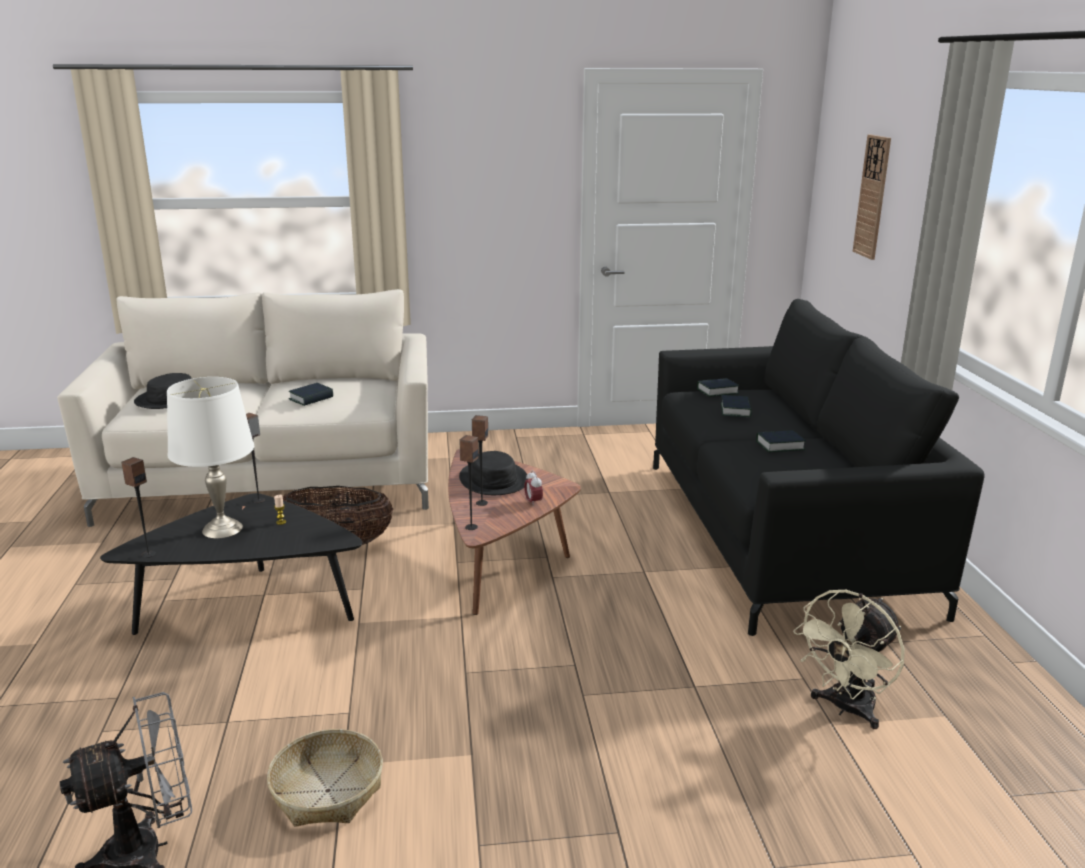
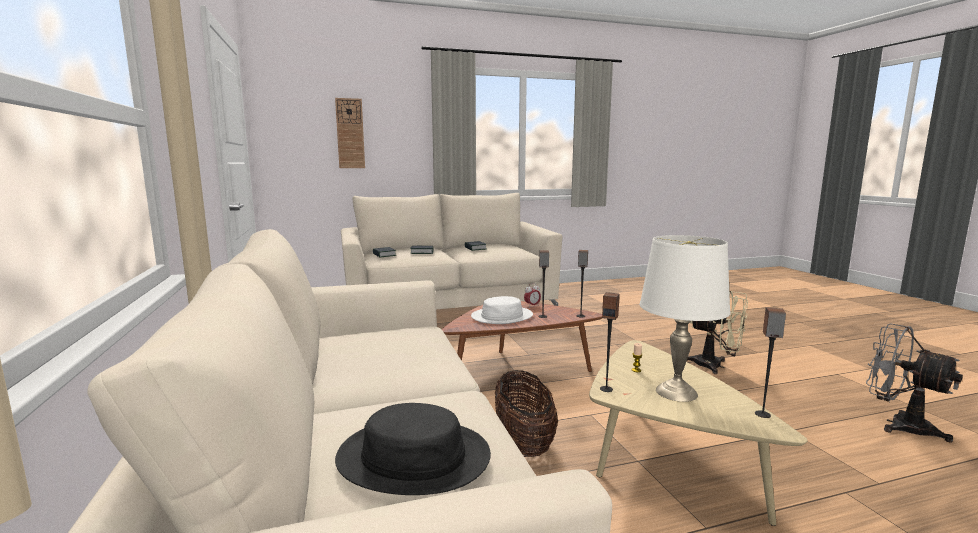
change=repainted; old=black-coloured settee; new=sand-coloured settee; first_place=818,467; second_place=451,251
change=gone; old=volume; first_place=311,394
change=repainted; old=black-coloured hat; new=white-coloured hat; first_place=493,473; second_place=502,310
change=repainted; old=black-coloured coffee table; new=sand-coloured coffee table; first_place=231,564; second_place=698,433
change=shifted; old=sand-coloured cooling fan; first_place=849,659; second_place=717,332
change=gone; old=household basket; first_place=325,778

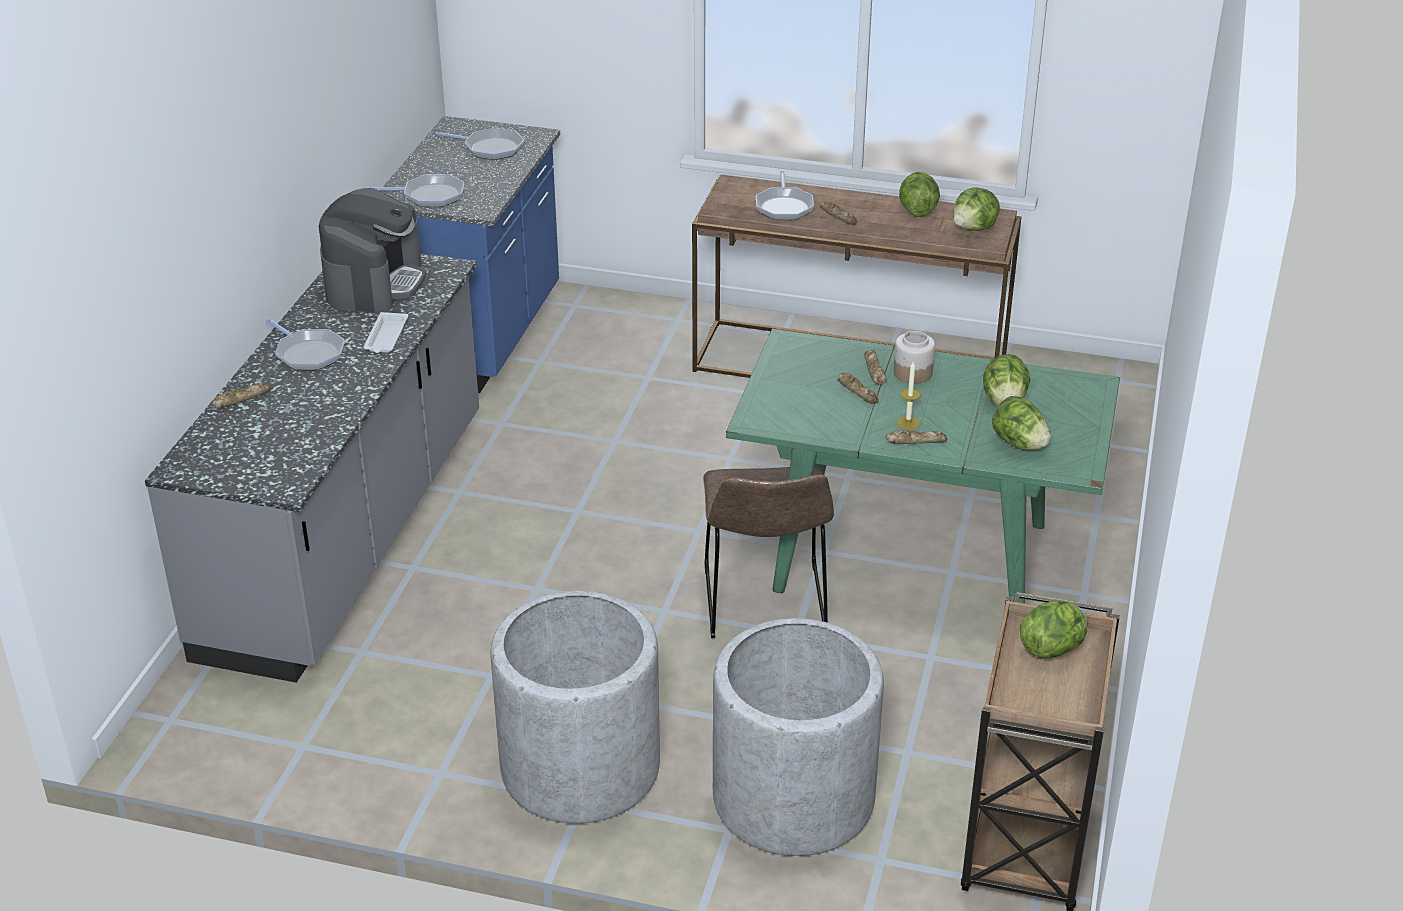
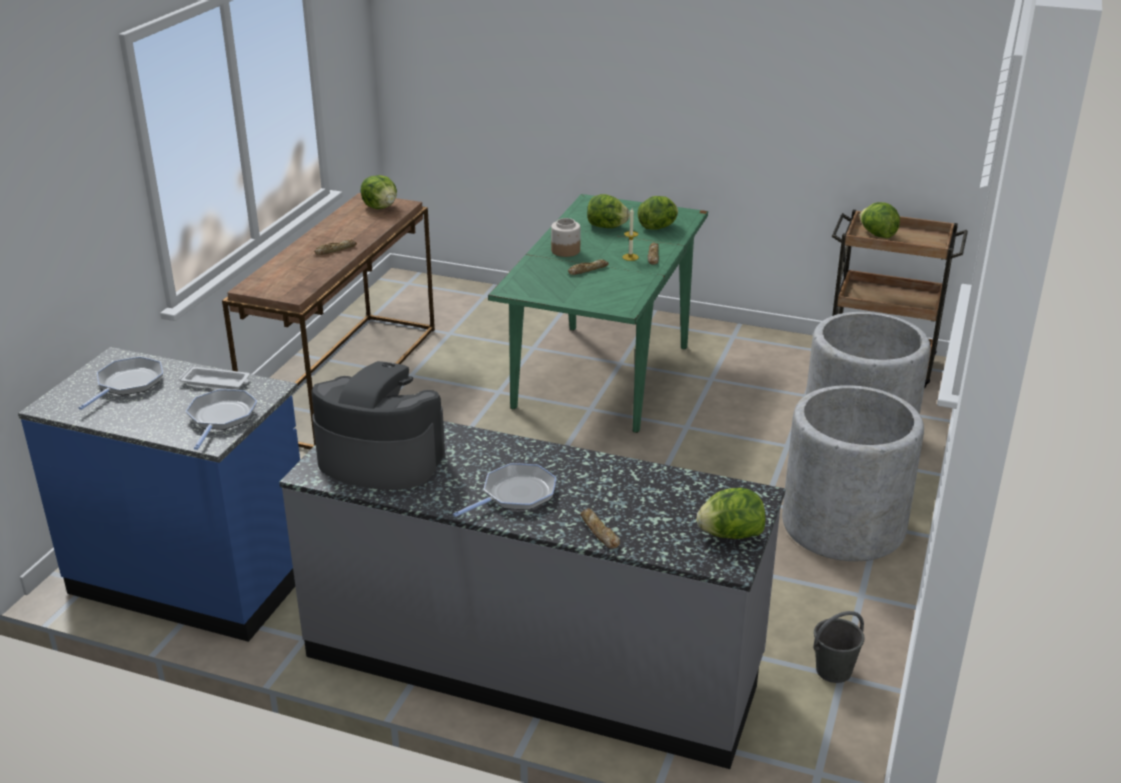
change=gone; old=pan; first_place=785,195
change=shifted; old=head of lettuce; first_place=919,194; second_place=731,513
change=shifted; old=white-coloured tray; first_place=386,332; second_place=214,378
change=gone; old=baked bread; first_place=875,367
change=gone; old=brownish chair; first_place=768,552
change=new; new=gray bucket; second_place=839,647

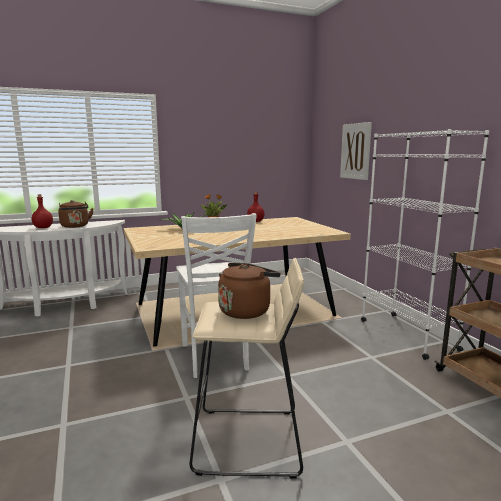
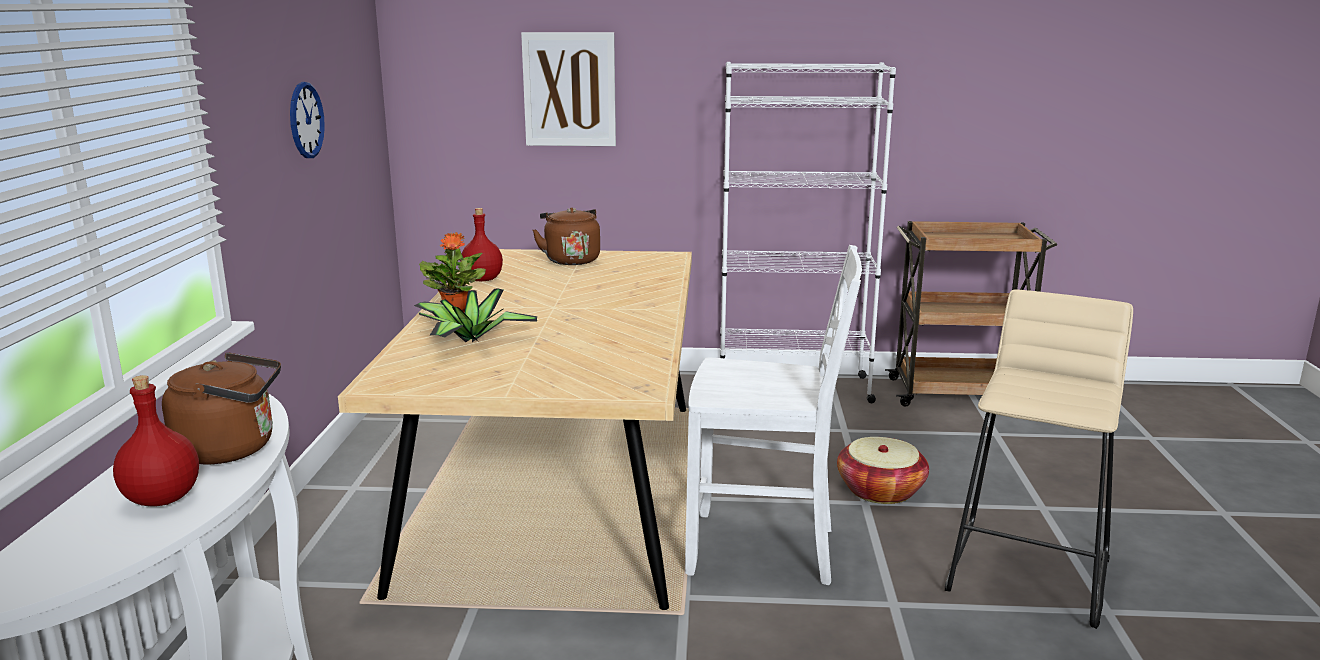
change=shifted; old=brownish kettle; first_place=249,290; second_place=566,236
change=new; new=hanging clock; second_place=307,120
change=new; new=household basket; second_place=883,470

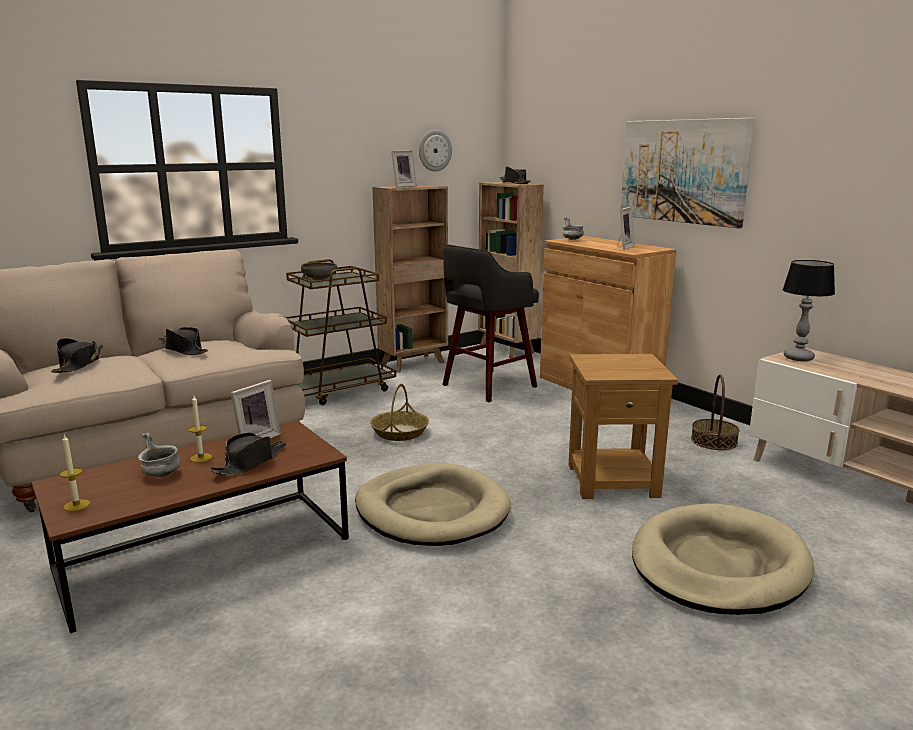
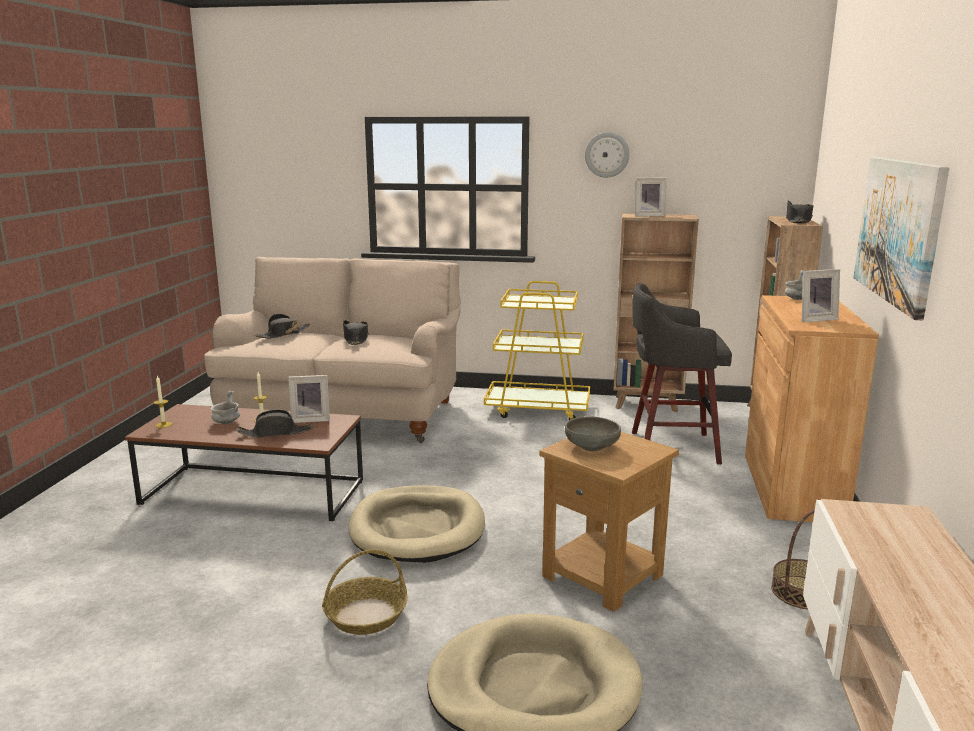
change=shifted; old=hanging clock; first_place=435,151; second_place=607,155
change=repainted; old=brownish wheeled cart; new=yellow-coloured wheeled cart; first_place=341,332; second_place=537,350
change=gone; old=lamp for a table; first_place=809,310
change=shifted; old=gray deep dish; first_place=319,271; second_place=593,433
change=shifted; old=household basket; first_place=399,412; second_place=365,592

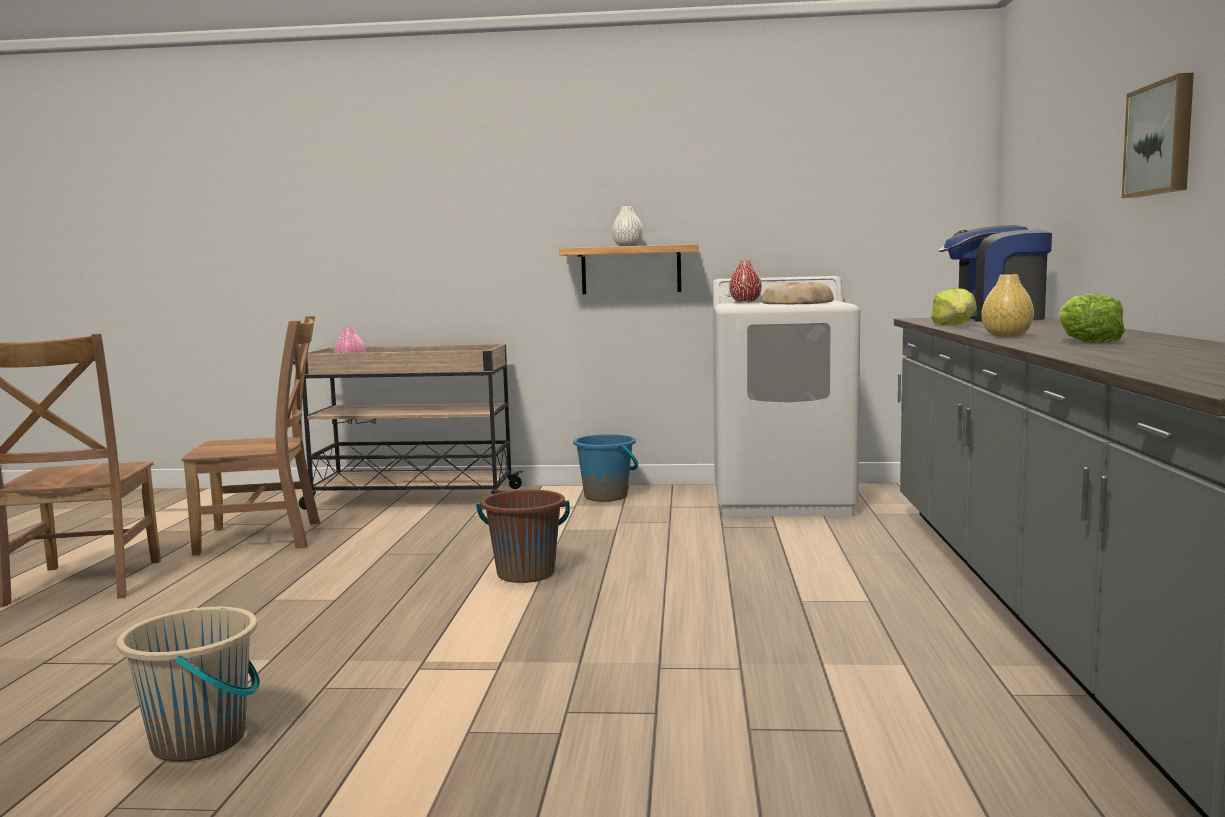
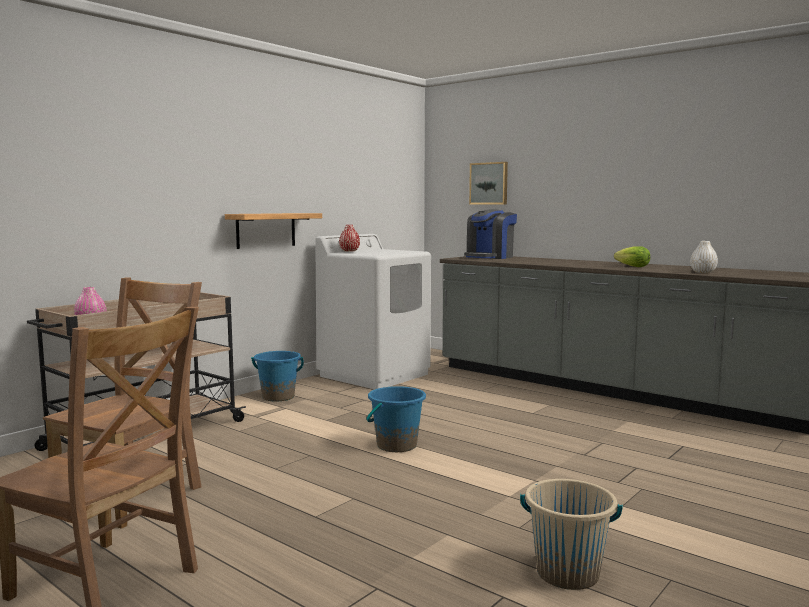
change=shifted; old=wall art; first_place=1158,135; second_place=488,183
change=shifted; old=white-coloured decorative vase; first_place=627,226; second_place=704,257
change=gone; old=yellow-coloured decorative vase; first_place=1007,305
change=gone; old=baked bread; first_place=798,293
change=gone; old=head of lettuce; first_place=954,306
change=repainted; old=brownish bucket; new=bluish bucket; first_place=523,536; second_place=396,419

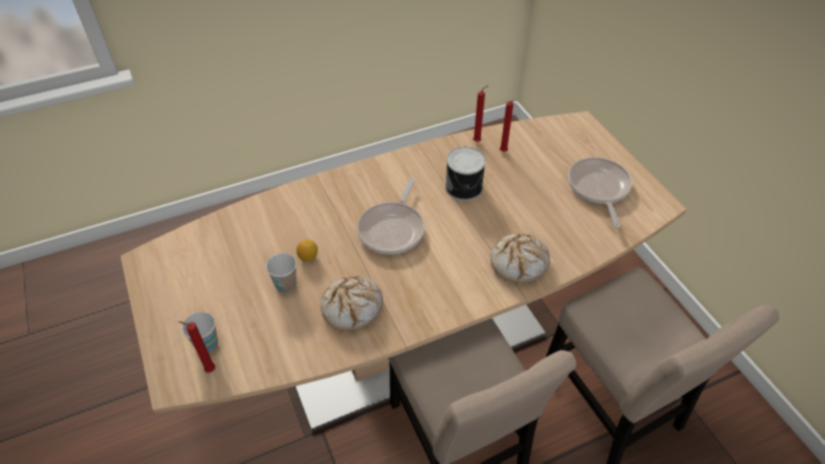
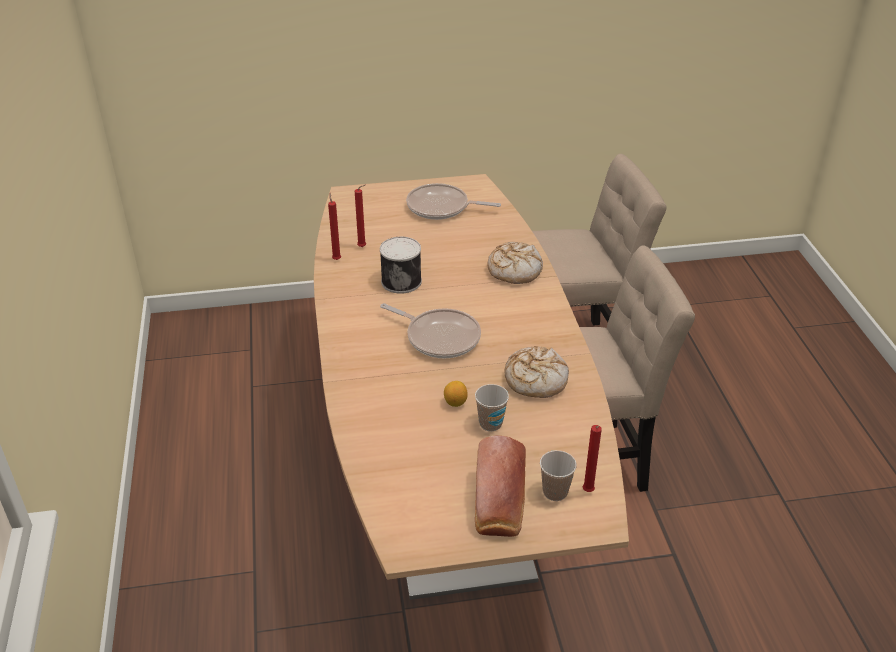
change=new; new=baked bread; second_place=500,486

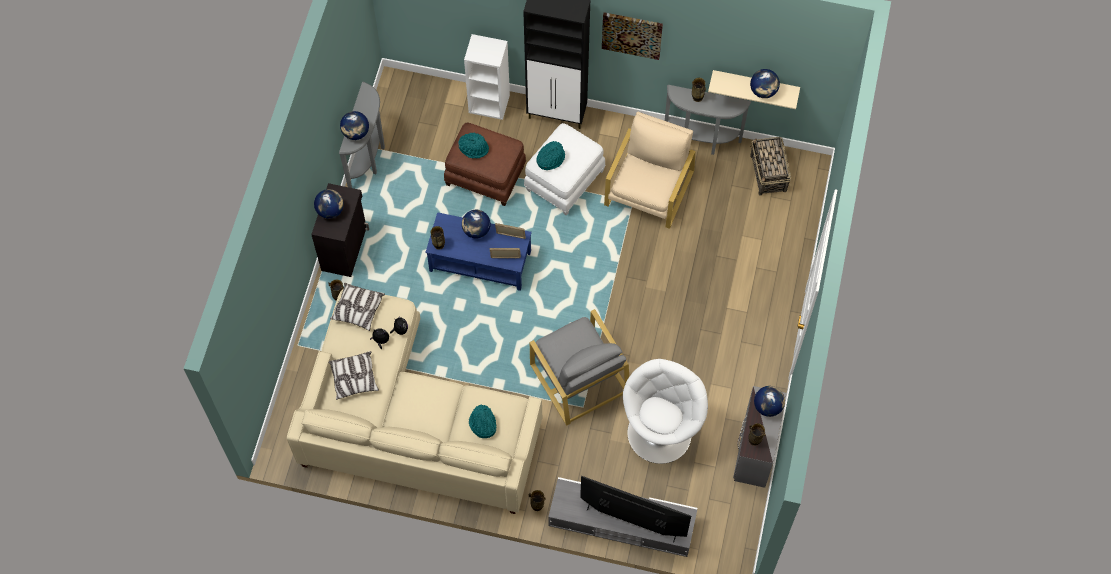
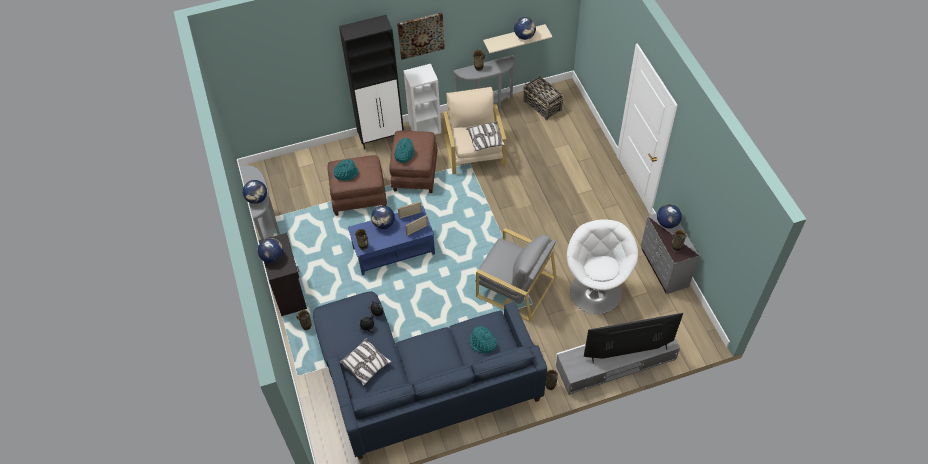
change=shifted; old=white-coloured bookcase; first_place=487,77; second_place=422,99
change=repainted; old=white-coloured footrest; new=brownish footrest; first_place=564,169; second_place=413,162
change=shifted; old=cushion; first_place=357,307; second_place=486,136
change=repainted; old=sand-coloured settee; new=bluish settee; first_place=414,401; second_place=430,375

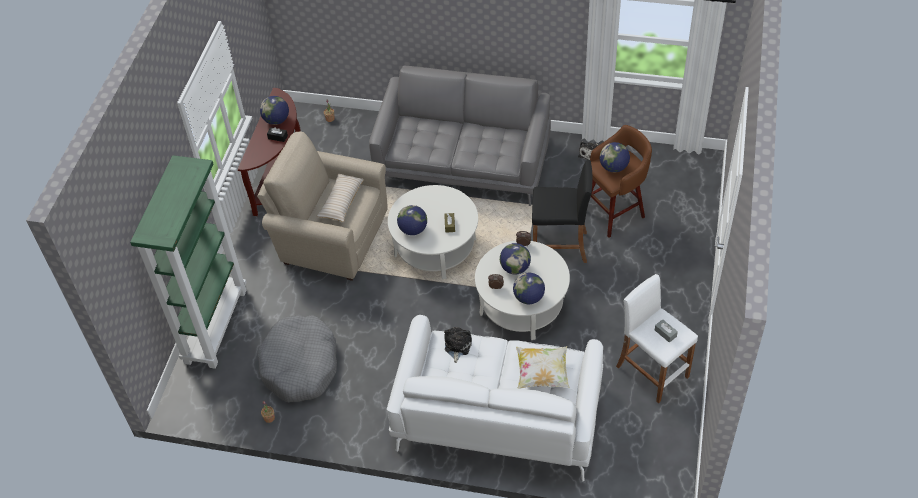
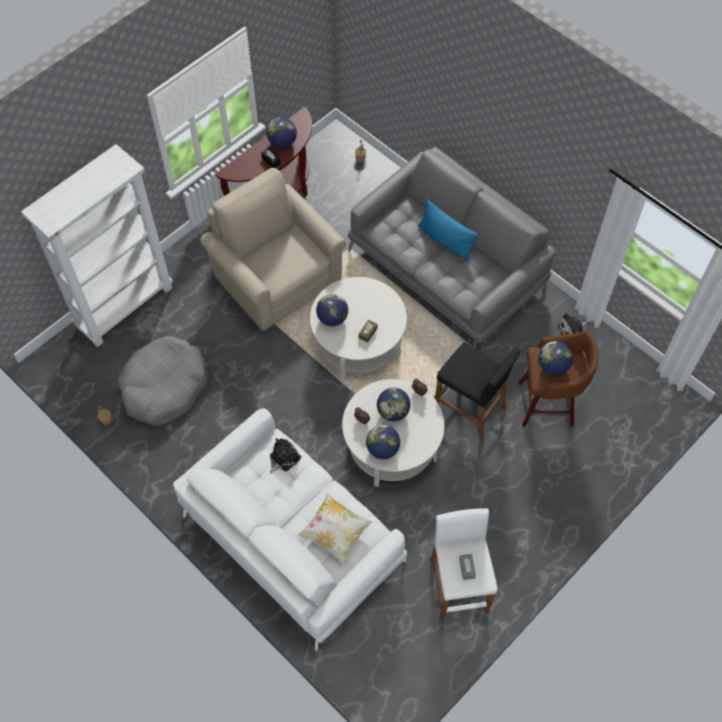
change=repainted; old=green bookcase; new=white-coloured bookcase; first_place=188,262; second_place=97,245
change=gone; old=sand-coloured cushion; first_place=340,198
change=new; new=bluish cushion; second_place=448,230

